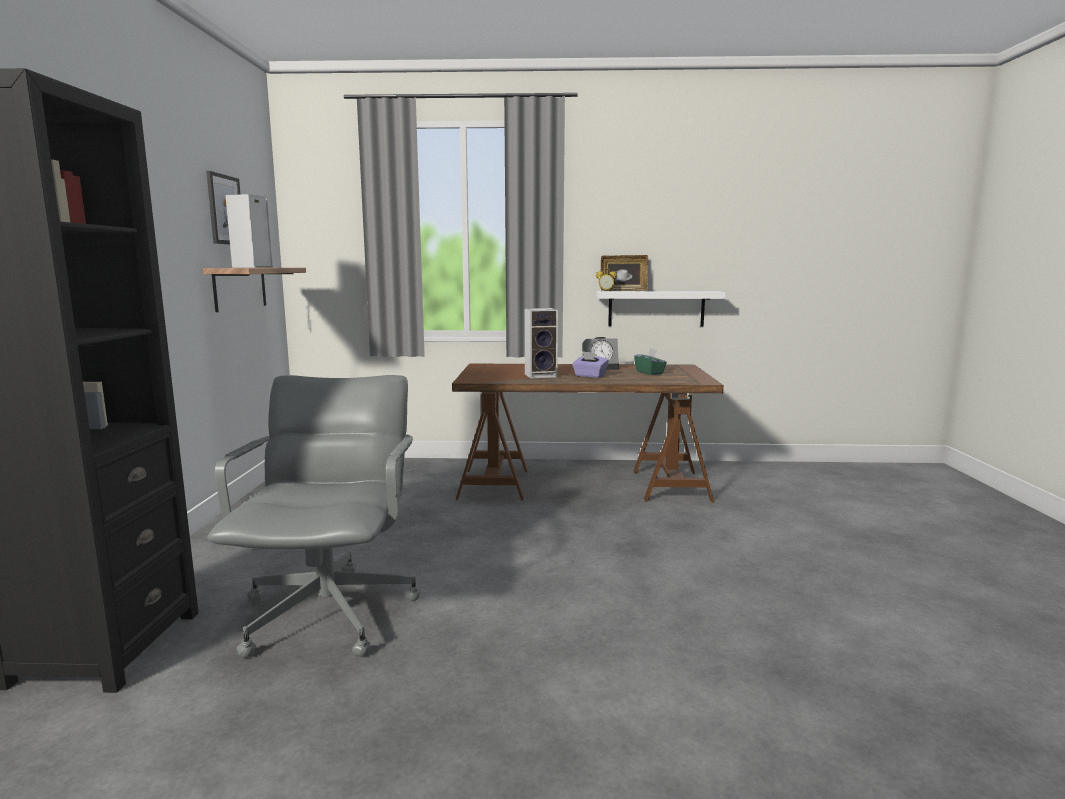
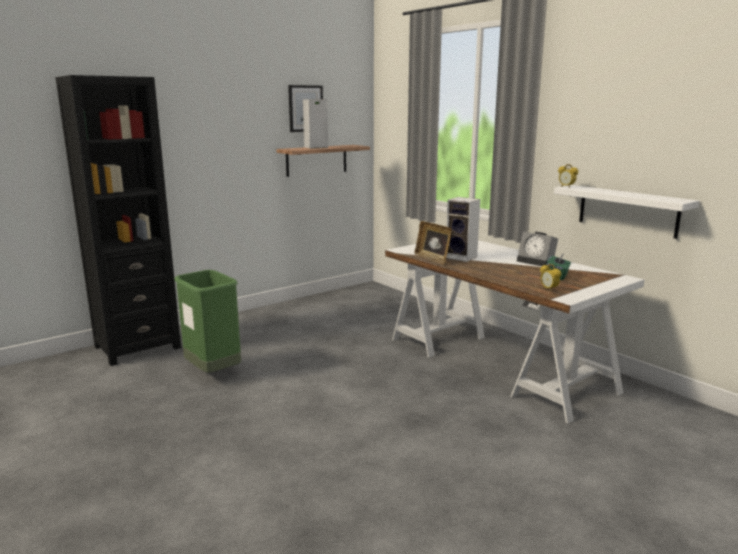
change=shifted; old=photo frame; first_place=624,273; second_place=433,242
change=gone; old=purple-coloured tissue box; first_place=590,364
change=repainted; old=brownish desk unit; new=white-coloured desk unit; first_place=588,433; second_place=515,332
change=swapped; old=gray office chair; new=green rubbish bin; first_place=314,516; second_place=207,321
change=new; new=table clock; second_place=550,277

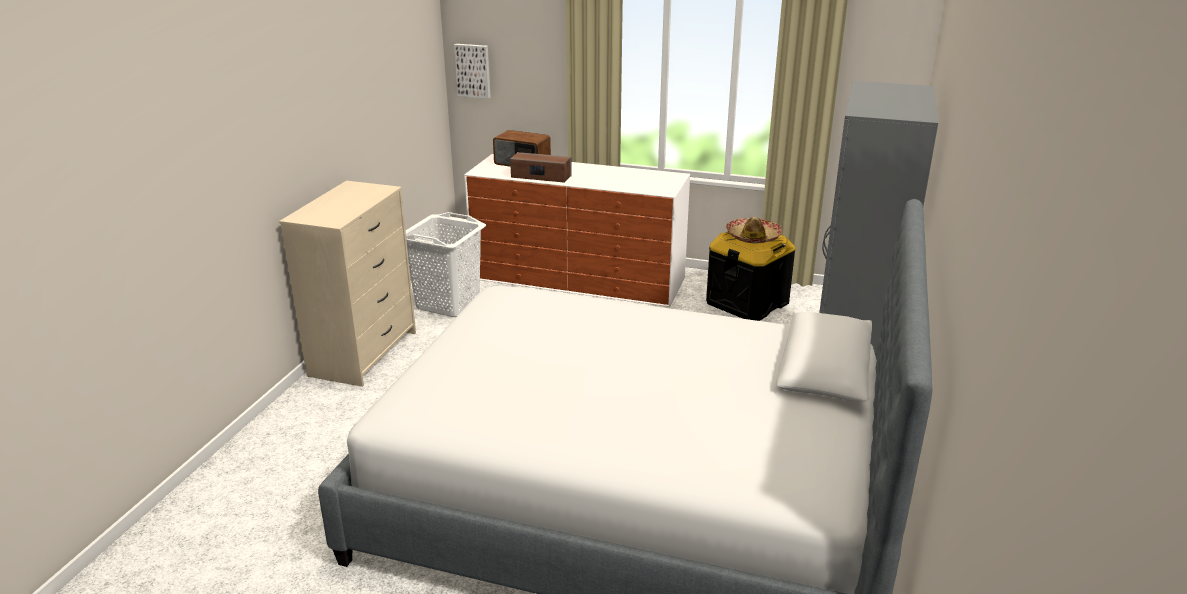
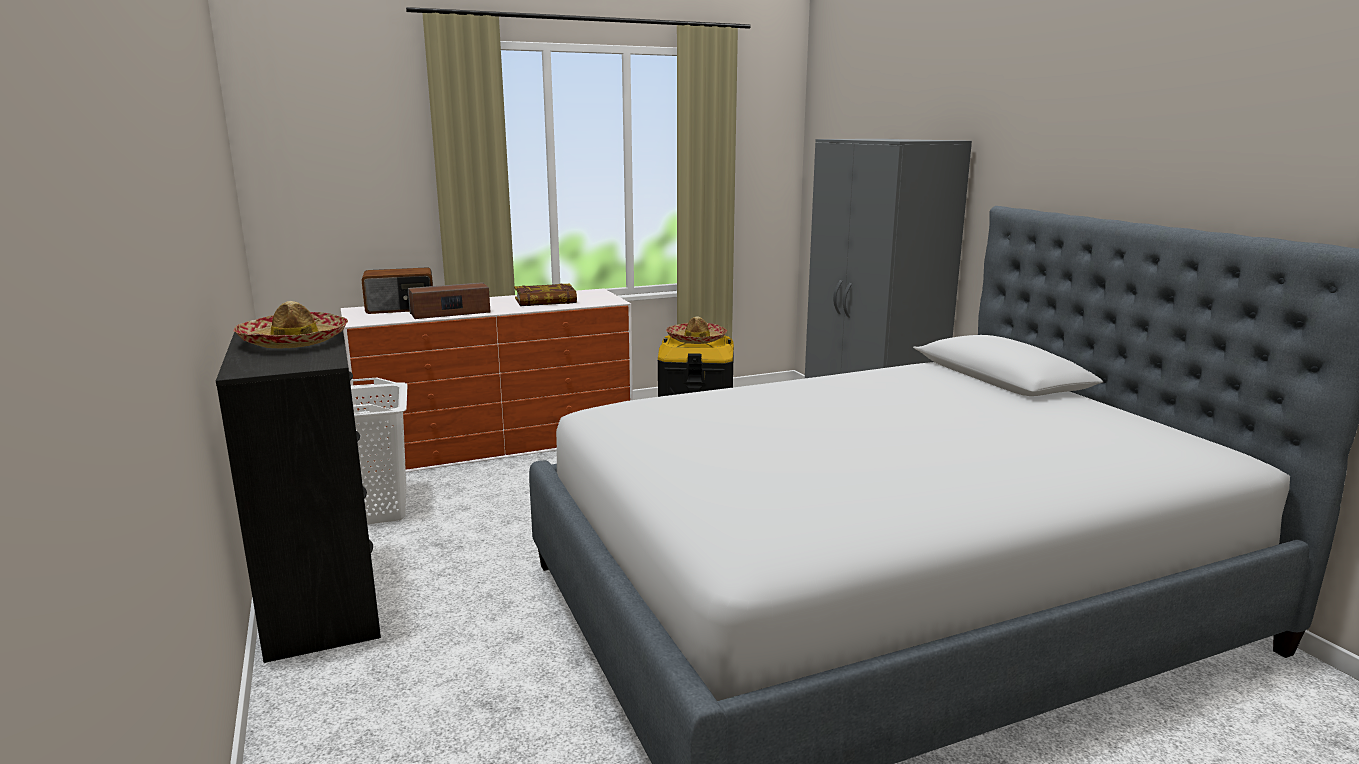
change=gone; old=wall art; first_place=472,71
change=repainted; old=sand-coloured dresser; new=black-coloured dresser; first_place=347,284; second_place=298,497
change=new; new=volume; second_place=545,294
change=new; new=hat; second_place=291,324

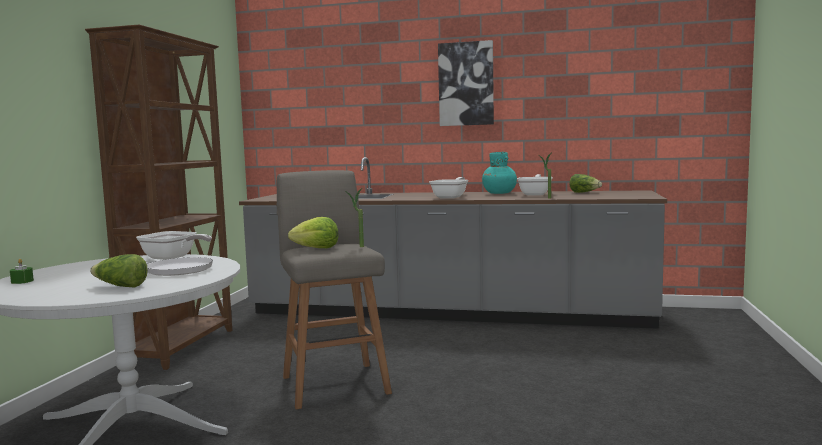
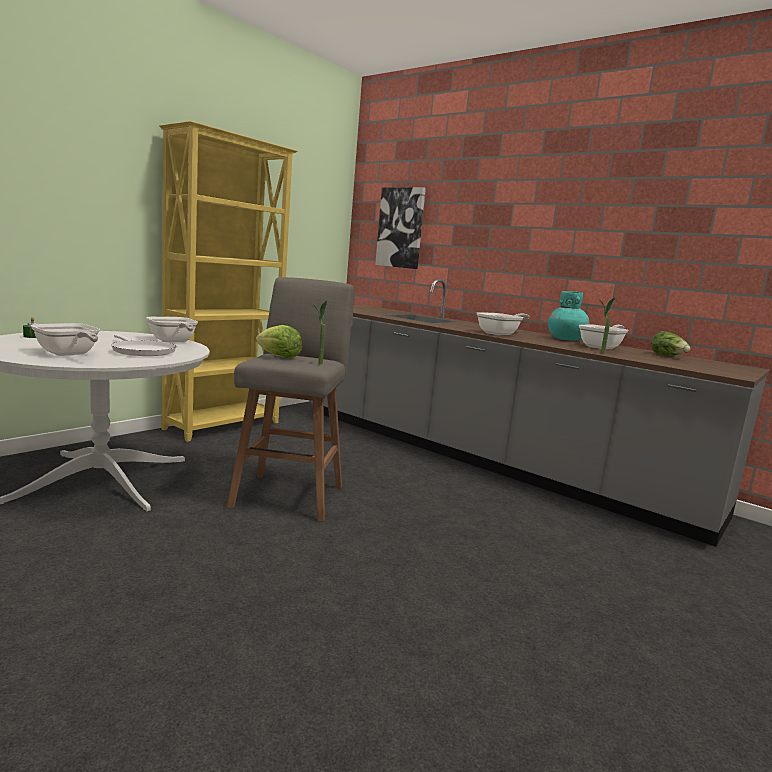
change=repainted; old=brownish bookcase; new=yellow-coloured bookcase; first_place=158,197; second_place=228,281
change=shifted; old=wall art; first_place=466,83; second_place=400,228
change=swapped; old=head of lettuce; new=pan; first_place=119,271; second_place=65,339

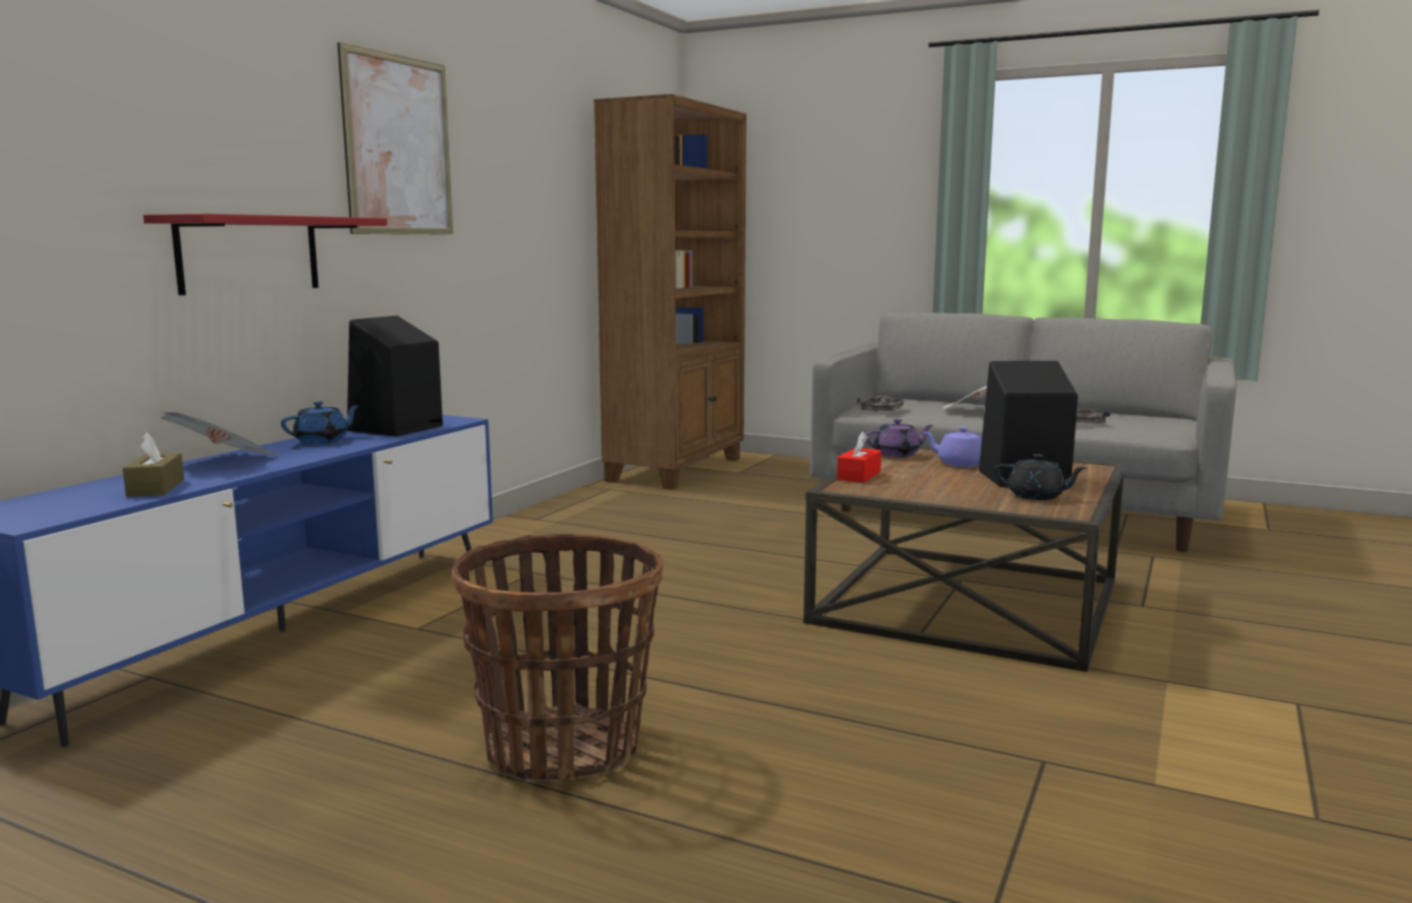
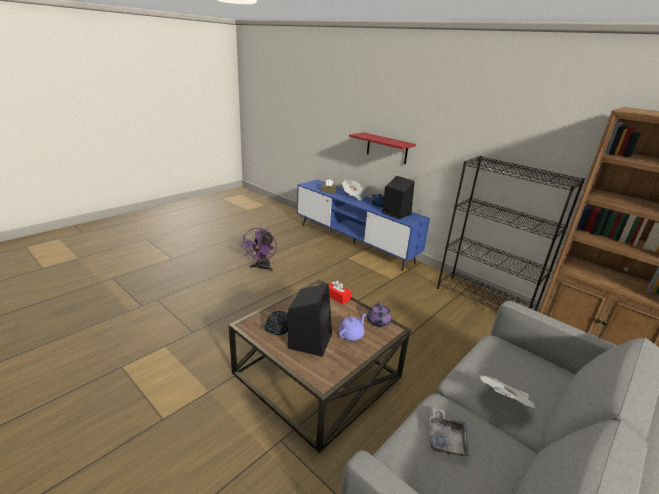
change=gone; old=wall art; first_place=395,138
change=gone; old=gray tray; first_place=882,404
change=swapped; old=household basket; new=purple-coloured cooling fan; first_place=558,658; second_place=259,249
change=new; new=black-coloured bookcase; second_place=511,233

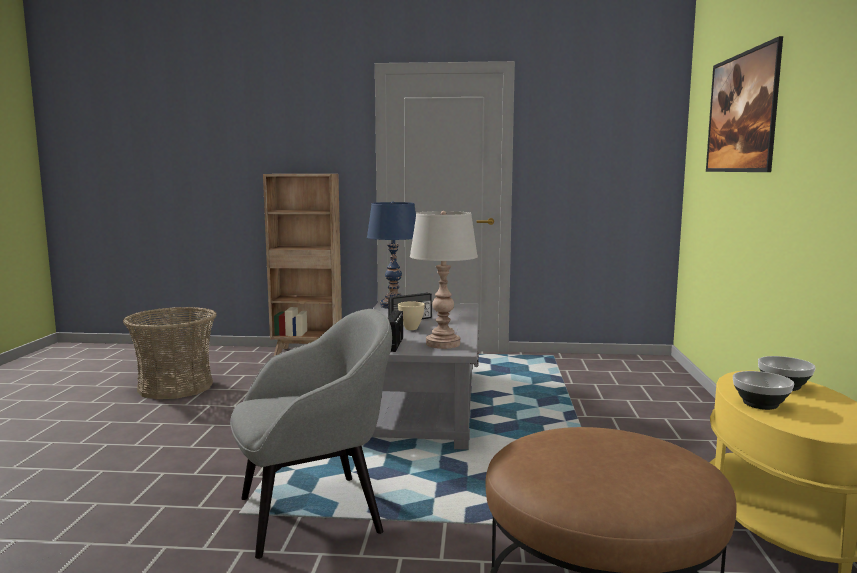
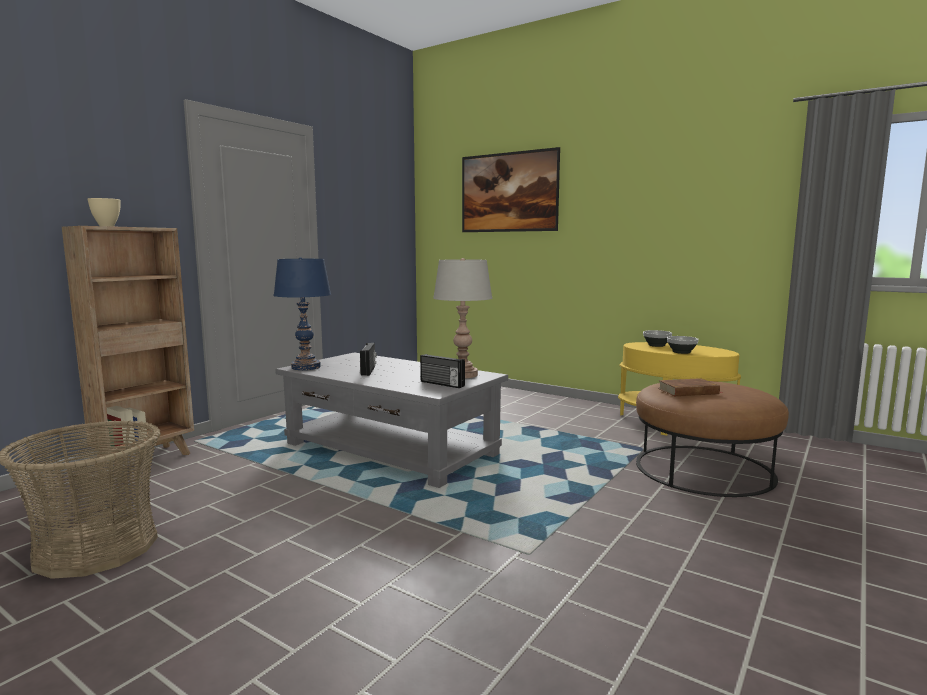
change=shifted; old=sand-coloured deep dish; first_place=411,315; second_place=104,212
change=gone; old=gray lounge chair; first_place=311,434
change=new; new=brownish volume; second_place=689,387

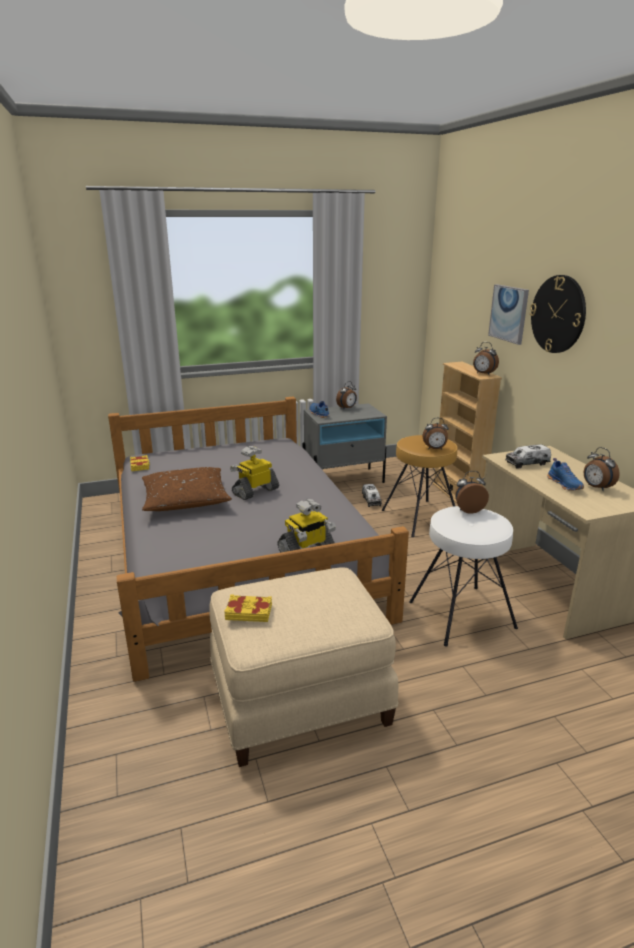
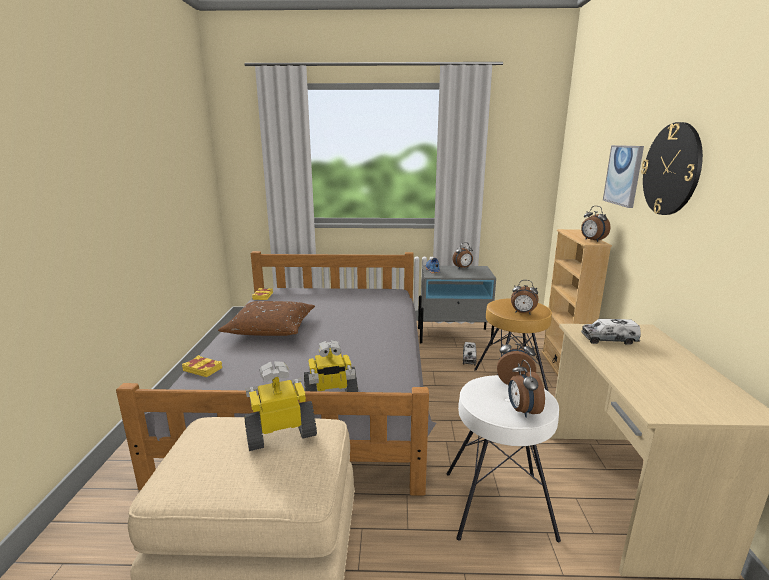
change=shifted; old=robot figure; first_place=254,473; second_place=280,406
change=shifted; old=table clock; first_place=602,469; second_place=526,389
change=gone; old=bluish low shoe; first_place=565,474
change=shifted; old=yellow-coloured volume; first_place=248,608; second_place=202,366

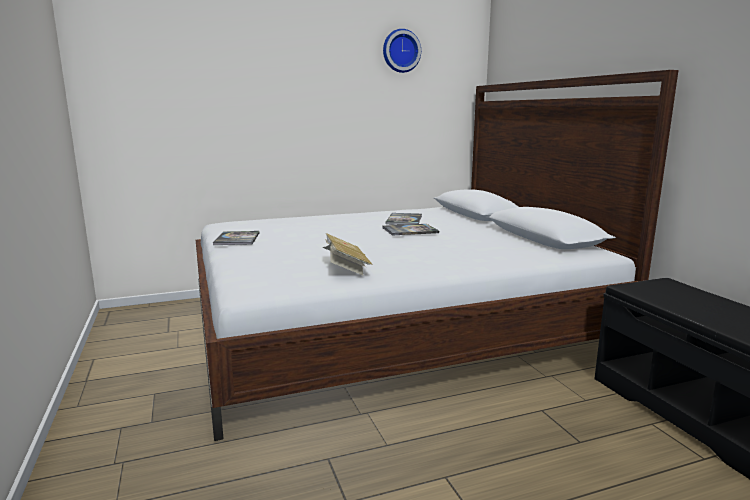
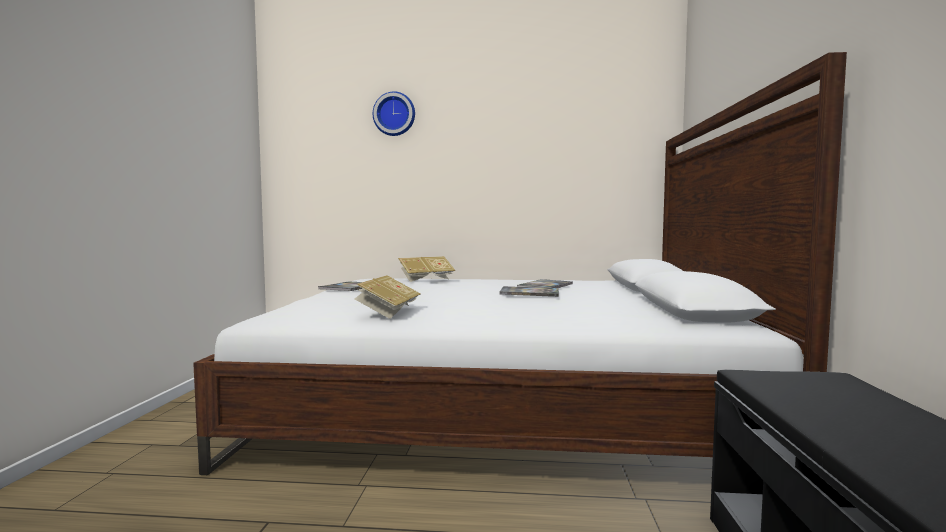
change=shifted; old=hanging clock; first_place=402,51; second_place=394,113
change=new; new=volume; second_place=427,269

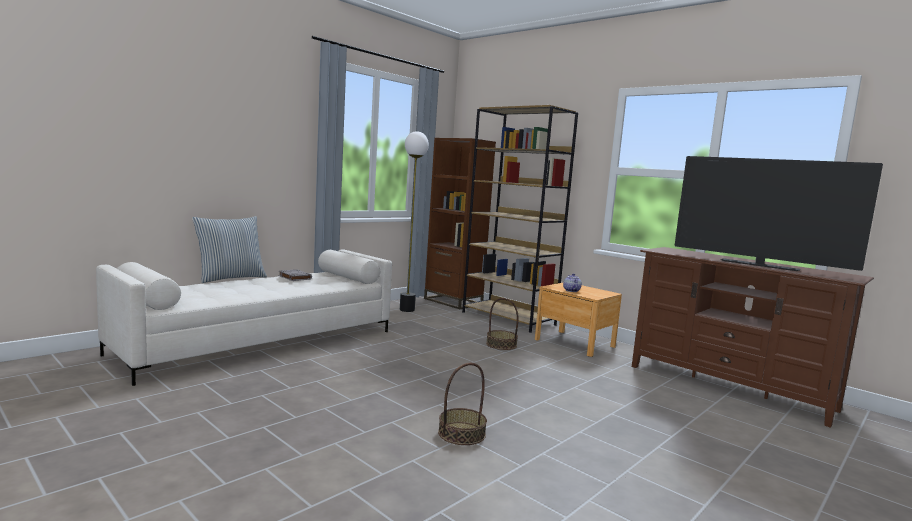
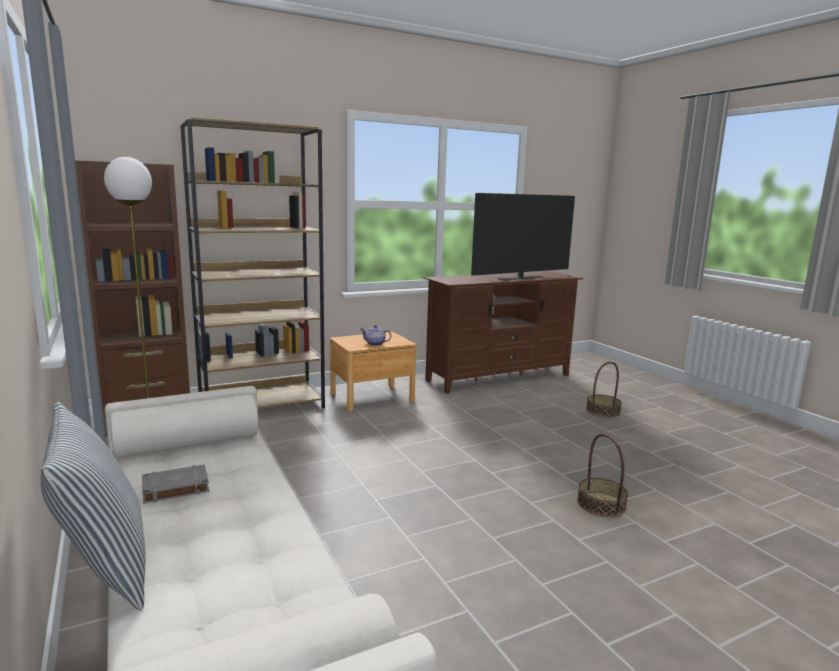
change=shifted; old=household basket; first_place=502,324; second_place=604,389

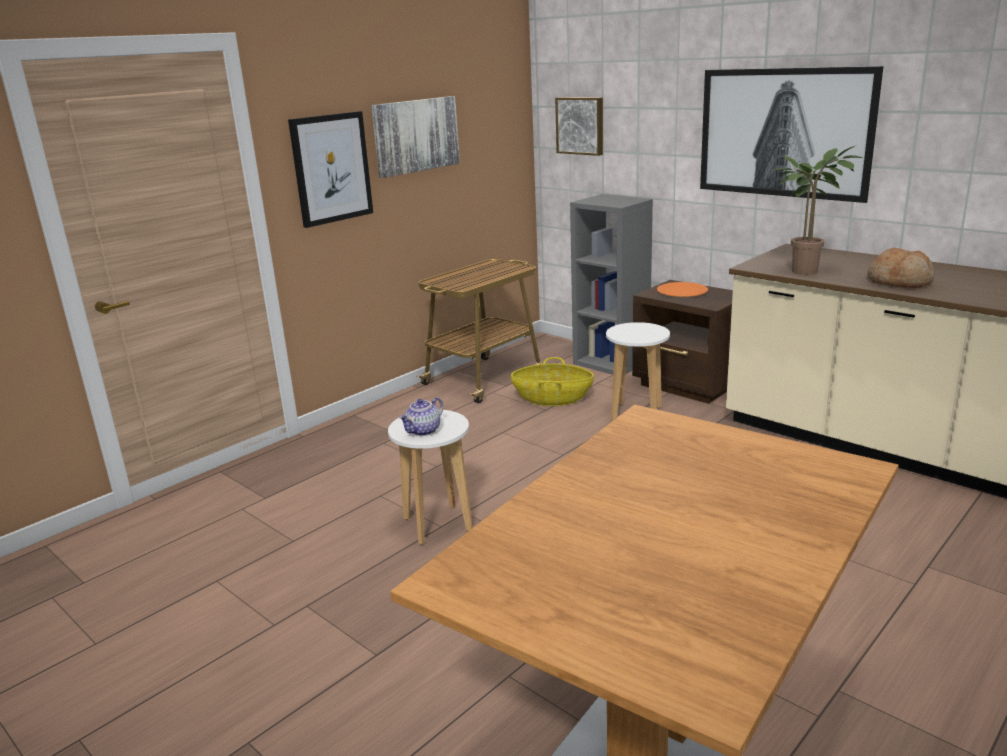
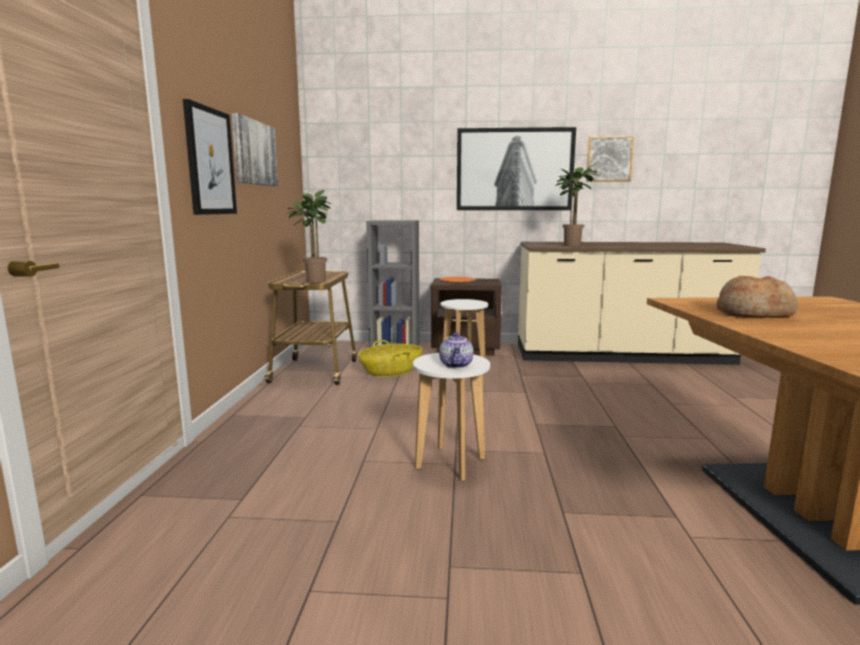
change=shifted; old=wall art; first_place=579,126; second_place=610,159
change=shifted; old=baked bread; first_place=901,267; second_place=756,297
change=new; new=plant in a pot; second_place=308,236

